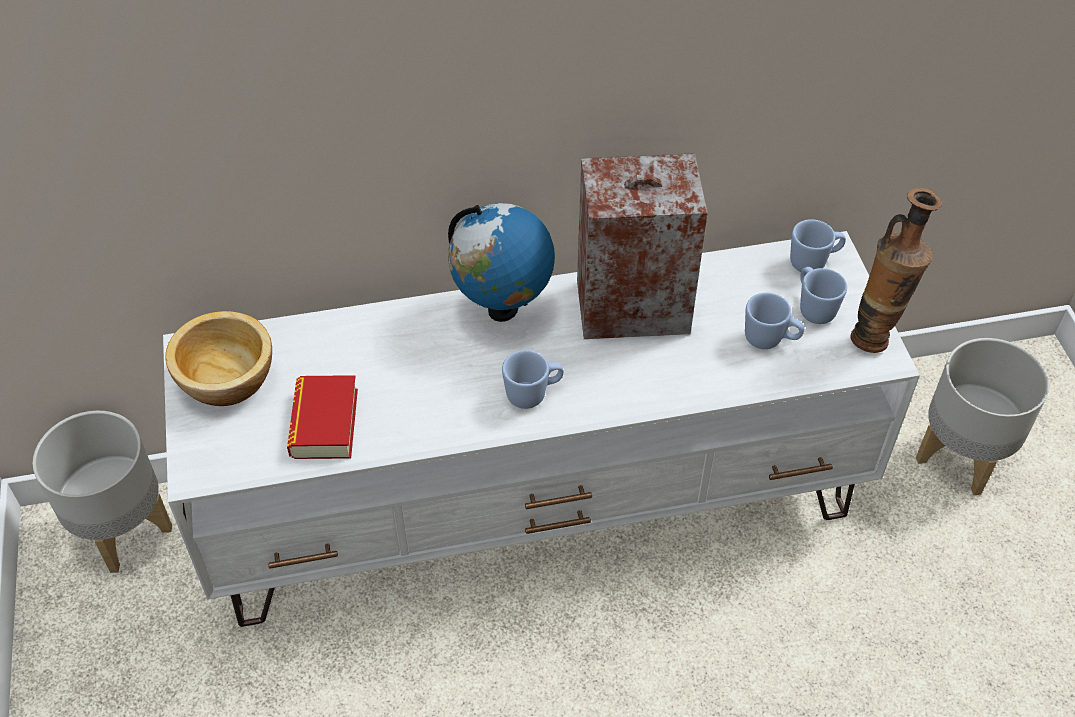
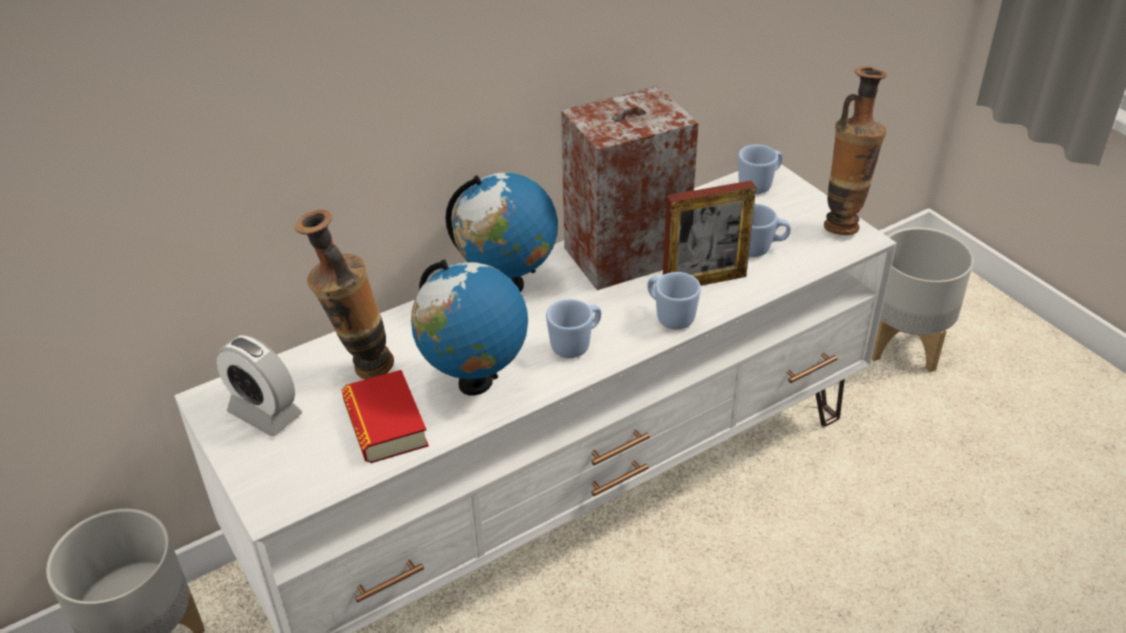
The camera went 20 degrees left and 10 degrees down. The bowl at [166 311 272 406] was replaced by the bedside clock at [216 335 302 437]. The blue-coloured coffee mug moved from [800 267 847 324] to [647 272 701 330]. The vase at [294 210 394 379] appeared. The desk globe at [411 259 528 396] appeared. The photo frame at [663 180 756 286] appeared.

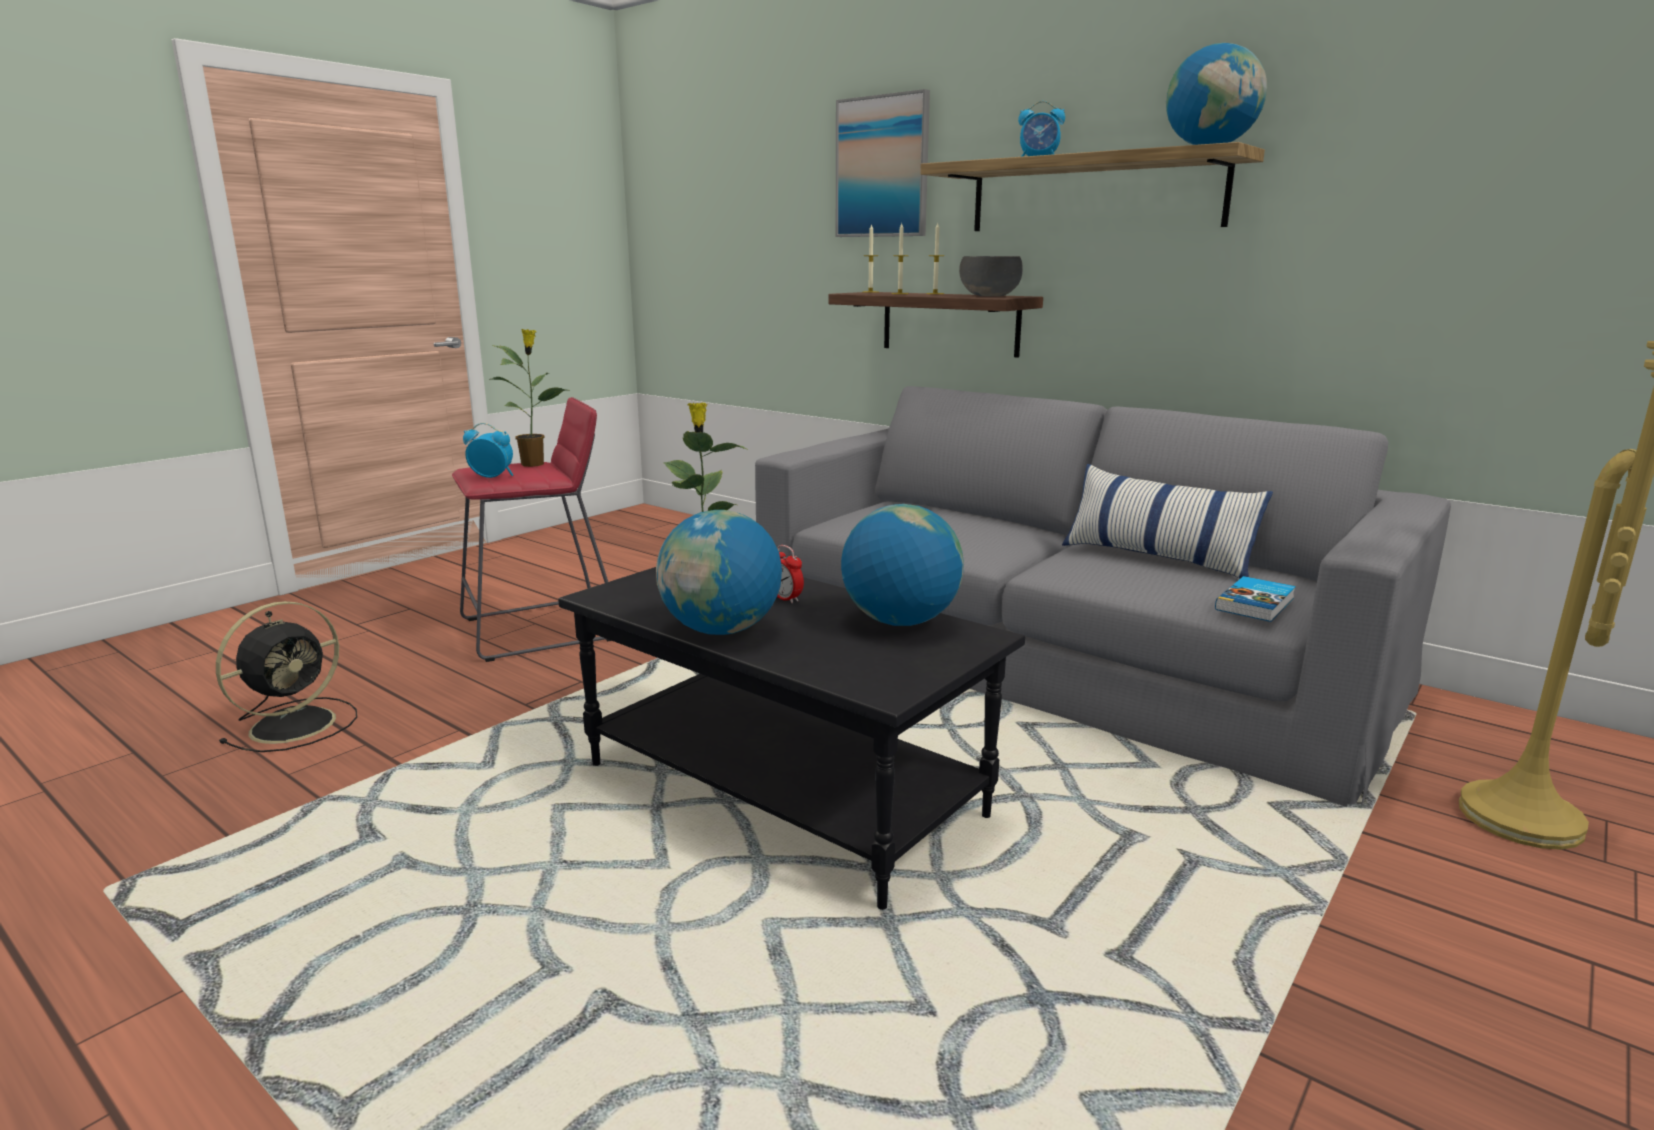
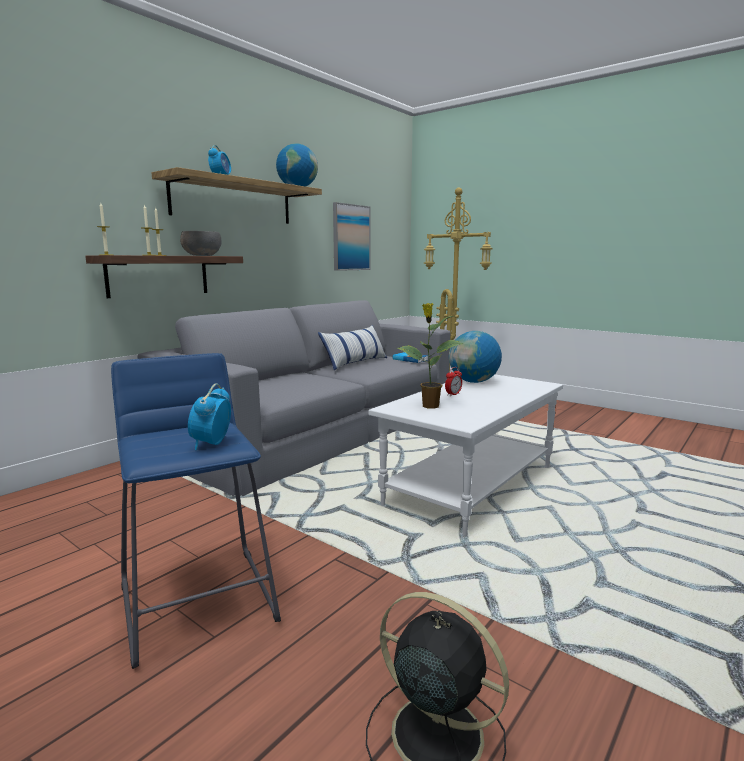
The camera went 90 degrees left and 5 degrees down. The red-coloured stool at [452 397 611 662] became the blue-coloured stool at [111 353 281 669]. The potted plant at [490 329 568 467] disappeared. The black-coloured low table at [558 567 1025 910] became the white-coloured low table at [368 374 563 536]. The desk globe at [656 510 782 635] disappeared. The wall art moved from [836 89 930 237] to [333 202 371 271].

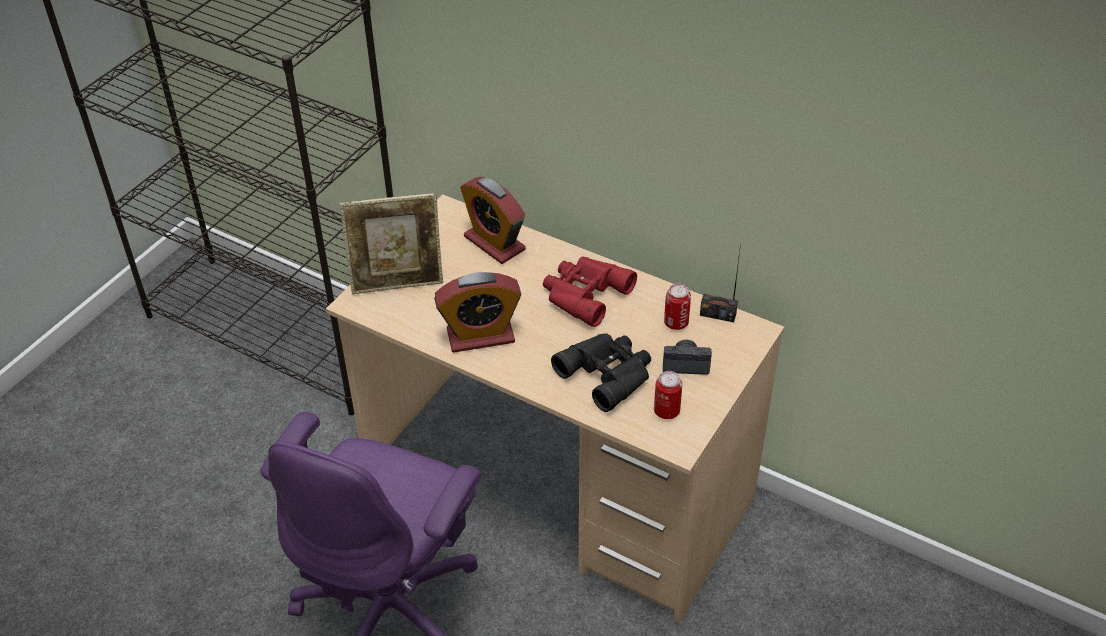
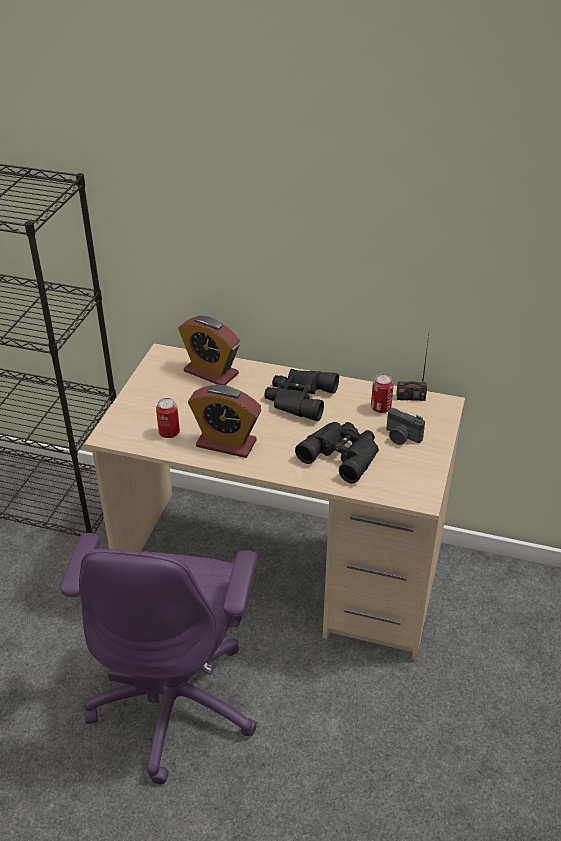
The camera went 15 degrees left and 5 degrees down. The photo frame at [340 193 443 294] disappeared. The bedside clock at [434 272 522 353] turned 45 degrees clockwise. The red-coloured binoculars at [543 257 637 327] became the black-coloured binoculars at [264 369 339 421]. The can moved from [654 371 682 419] to [156 398 180 438]. The still camera at [663 339 712 375] turned 135 degrees counterclockwise.

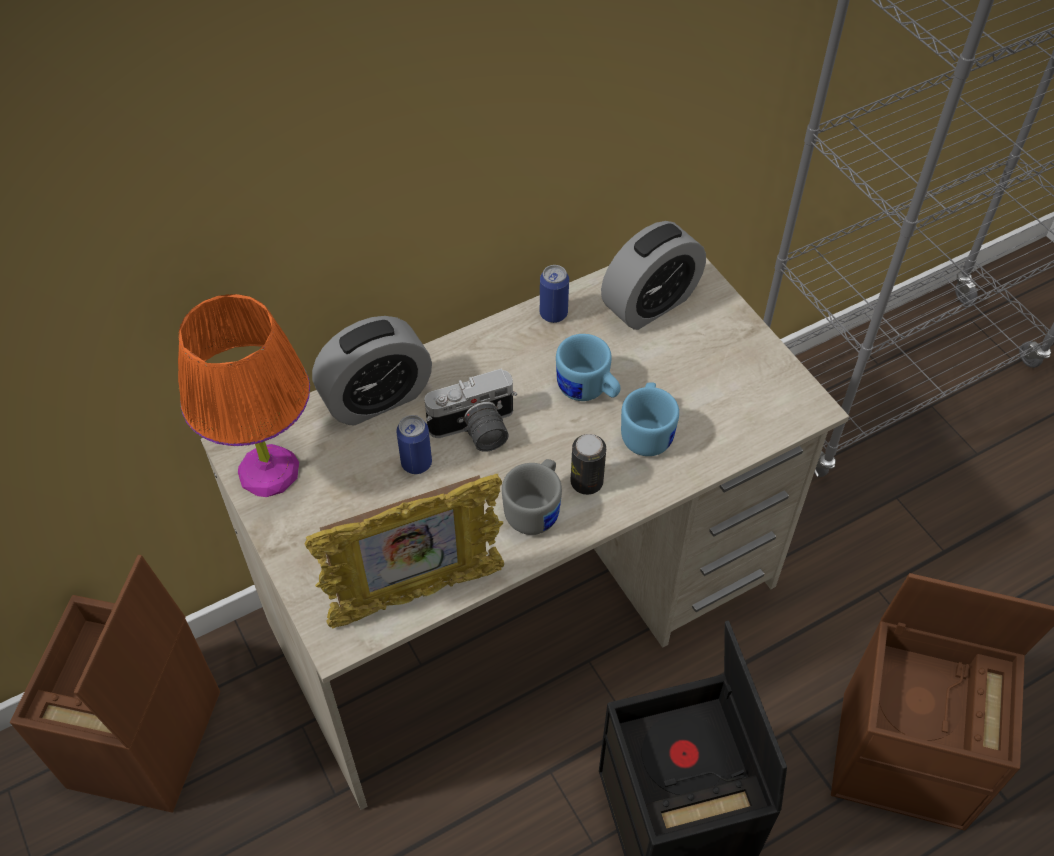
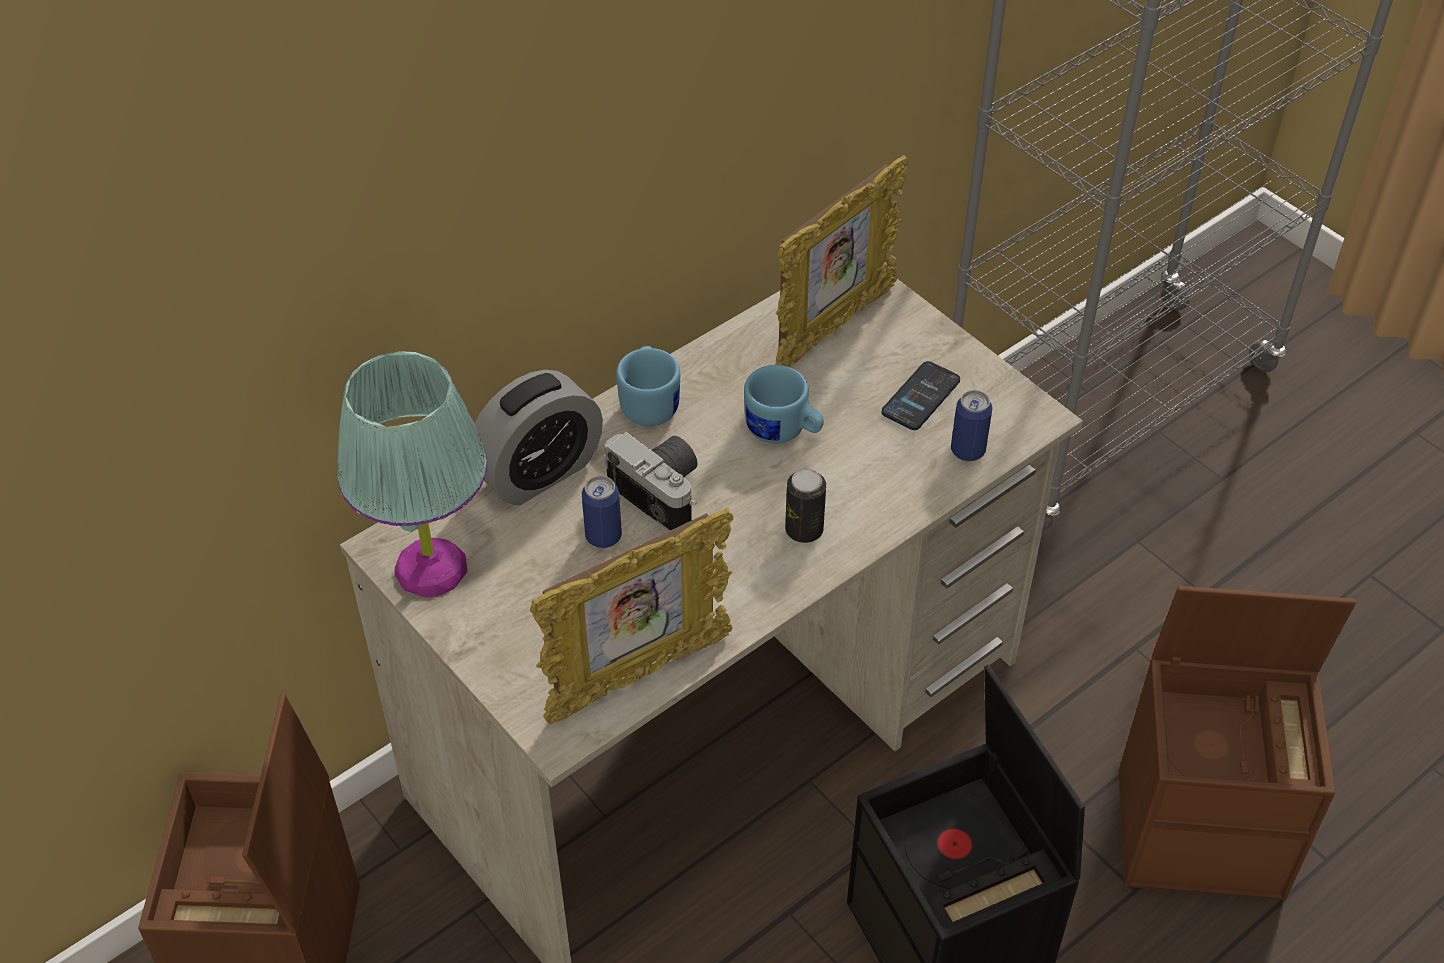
The camera went 10 degrees left and 5 degrees down. The orange table lamp at [178 294 310 497] became the turquoise table lamp at [337 351 487 597]. The still camera at [424 368 517 452] turned 105 degrees counterclockwise. The gray coffee mug at [502 459 562 535] disappeared. The can moved from [540 265 569 323] to [951 390 992 462]. The bedside clock at [601 221 706 330] was replaced by the photo frame at [775 155 908 368]. The blue-coloured coffee mug moved from [621 382 679 456] to [616 346 680 426]. The phone at [882 361 960 430] appeared.

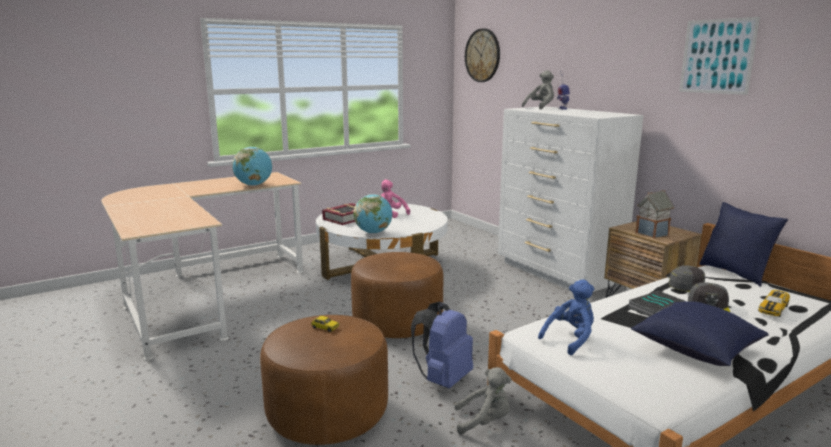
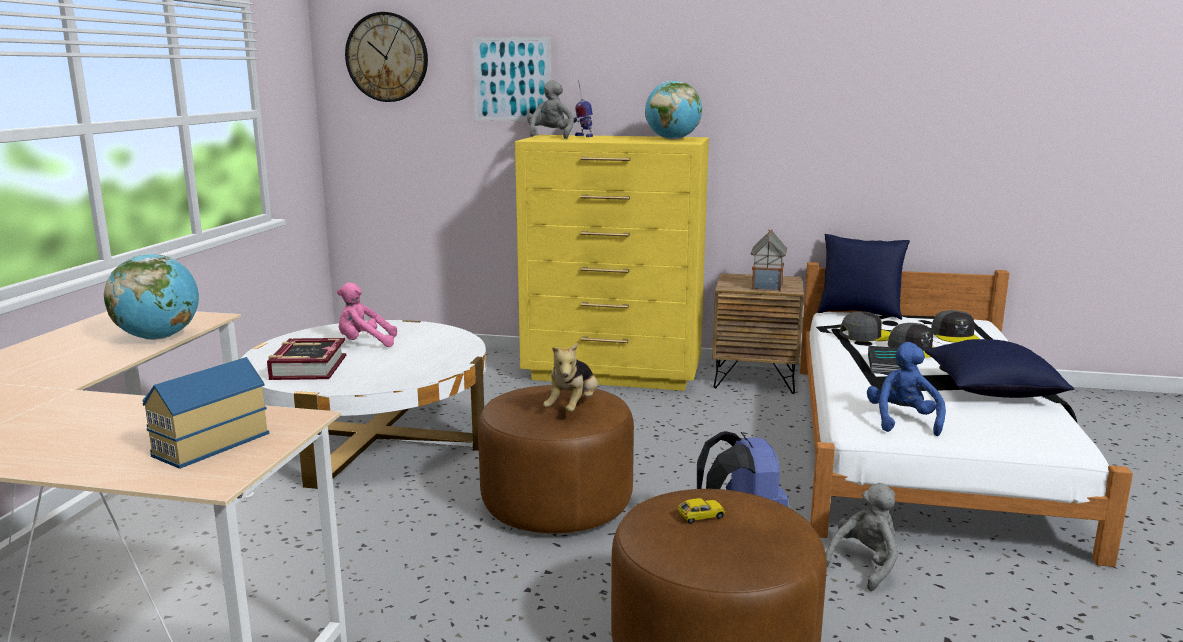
The camera went 45 degrees left and 0 degrees up. The desk globe moved from [354 194 392 234] to [645 81 702 140]. The white-coloured chest of drawers at [498 106 644 292] became the yellow chest of drawers at [515 135 709 391]. The wall art moved from [679 17 760 95] to [472 37 551 121]. The miniature car at [758 290 790 317] was replaced by the gray baseball cap at [931 310 980 343]. The model house at [143 357 269 469] appeared. The soft toy at [543 342 598 412] appeared.

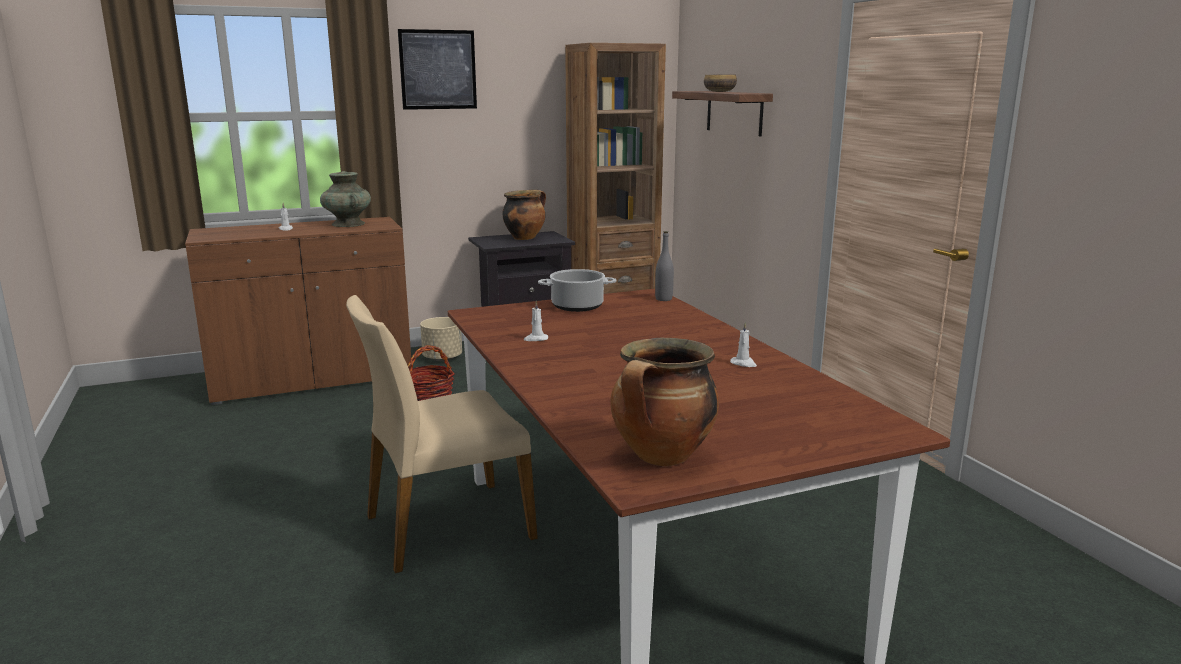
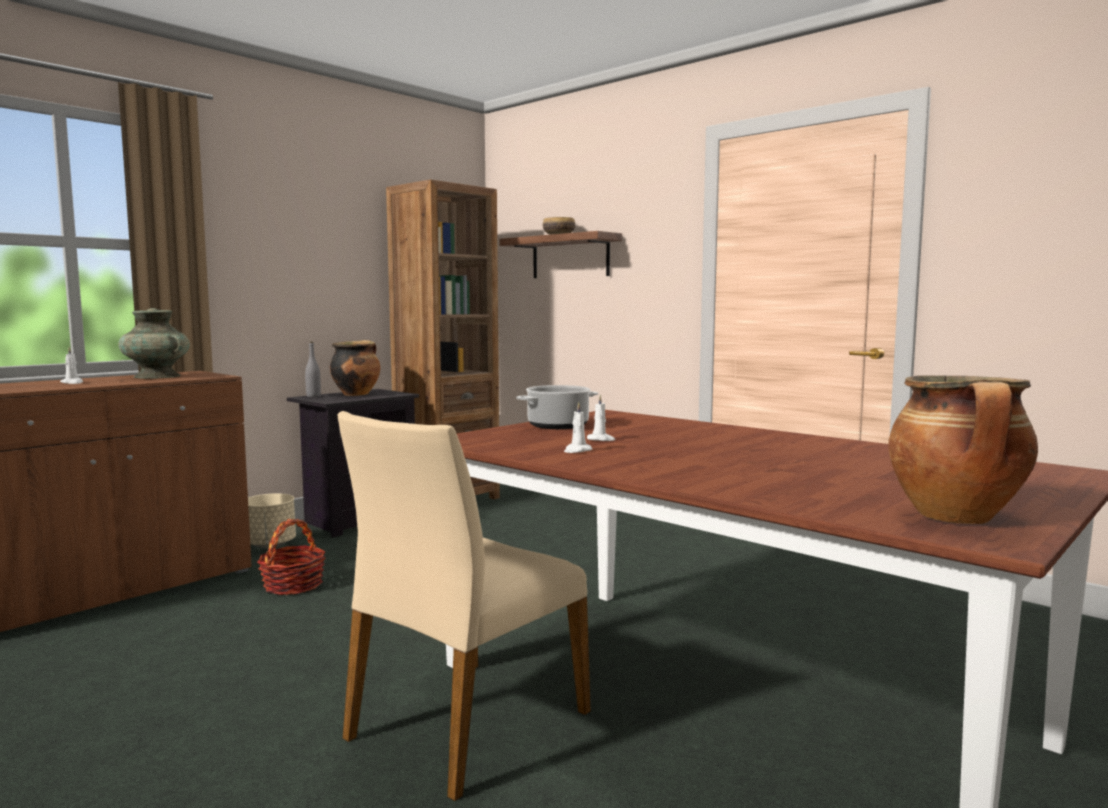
The camera went 25 degrees left and 10 degrees down. The wall art at [398 29 477 110] disappeared. The gray bottle moved from [655 231 674 301] to [305 342 321 397]. The white-coloured wax light moved from [730 322 757 367] to [587 394 615 441].

